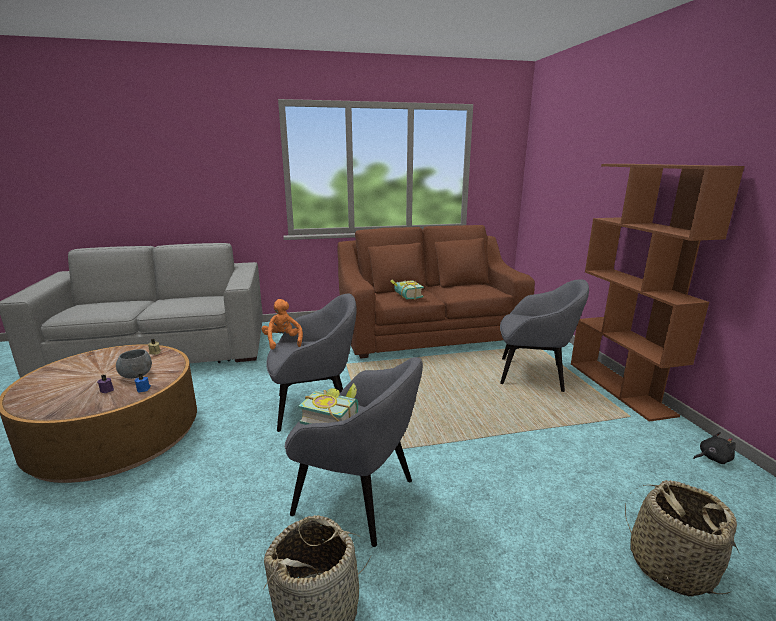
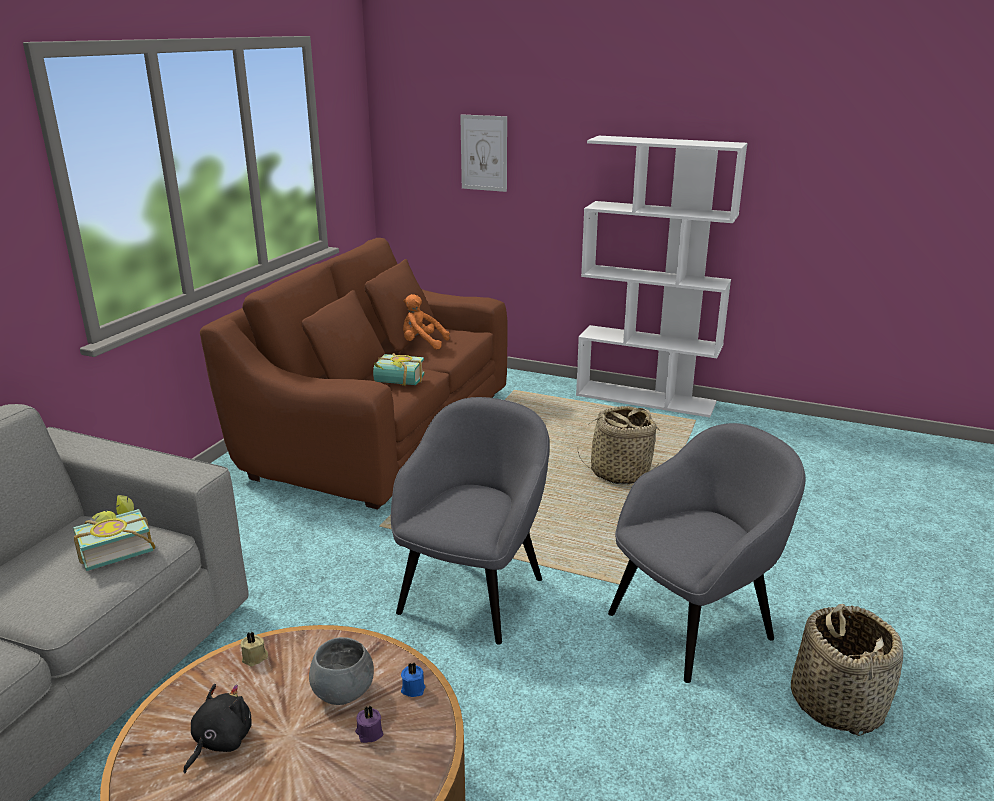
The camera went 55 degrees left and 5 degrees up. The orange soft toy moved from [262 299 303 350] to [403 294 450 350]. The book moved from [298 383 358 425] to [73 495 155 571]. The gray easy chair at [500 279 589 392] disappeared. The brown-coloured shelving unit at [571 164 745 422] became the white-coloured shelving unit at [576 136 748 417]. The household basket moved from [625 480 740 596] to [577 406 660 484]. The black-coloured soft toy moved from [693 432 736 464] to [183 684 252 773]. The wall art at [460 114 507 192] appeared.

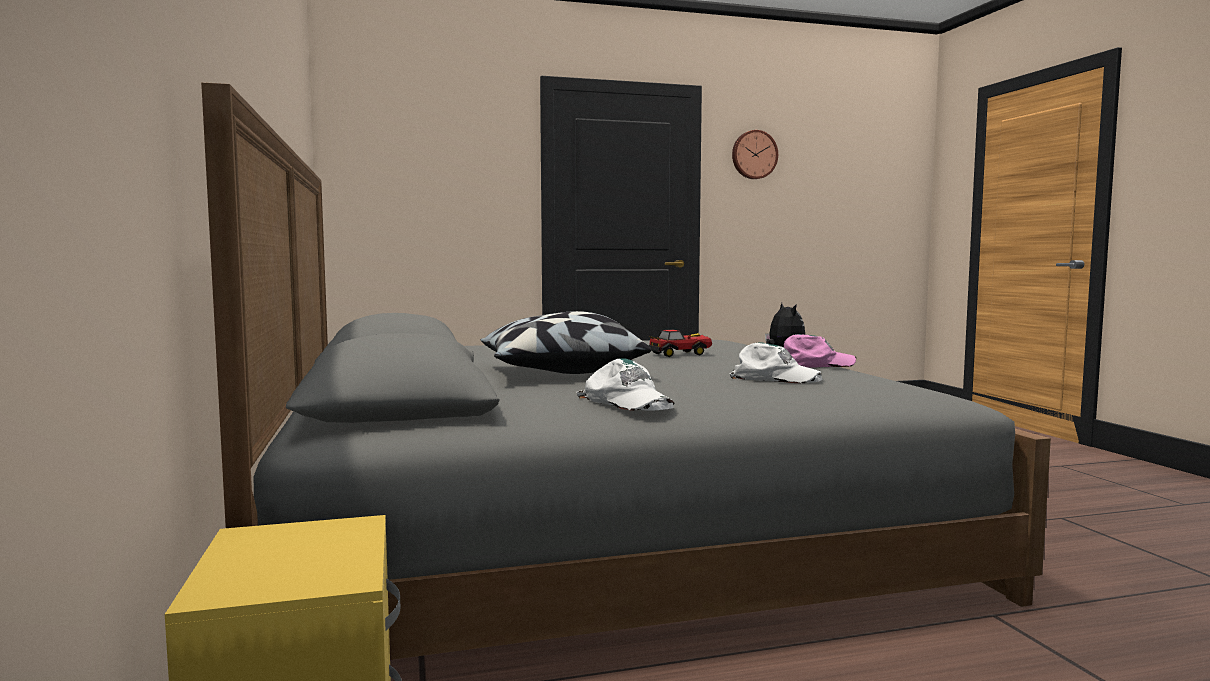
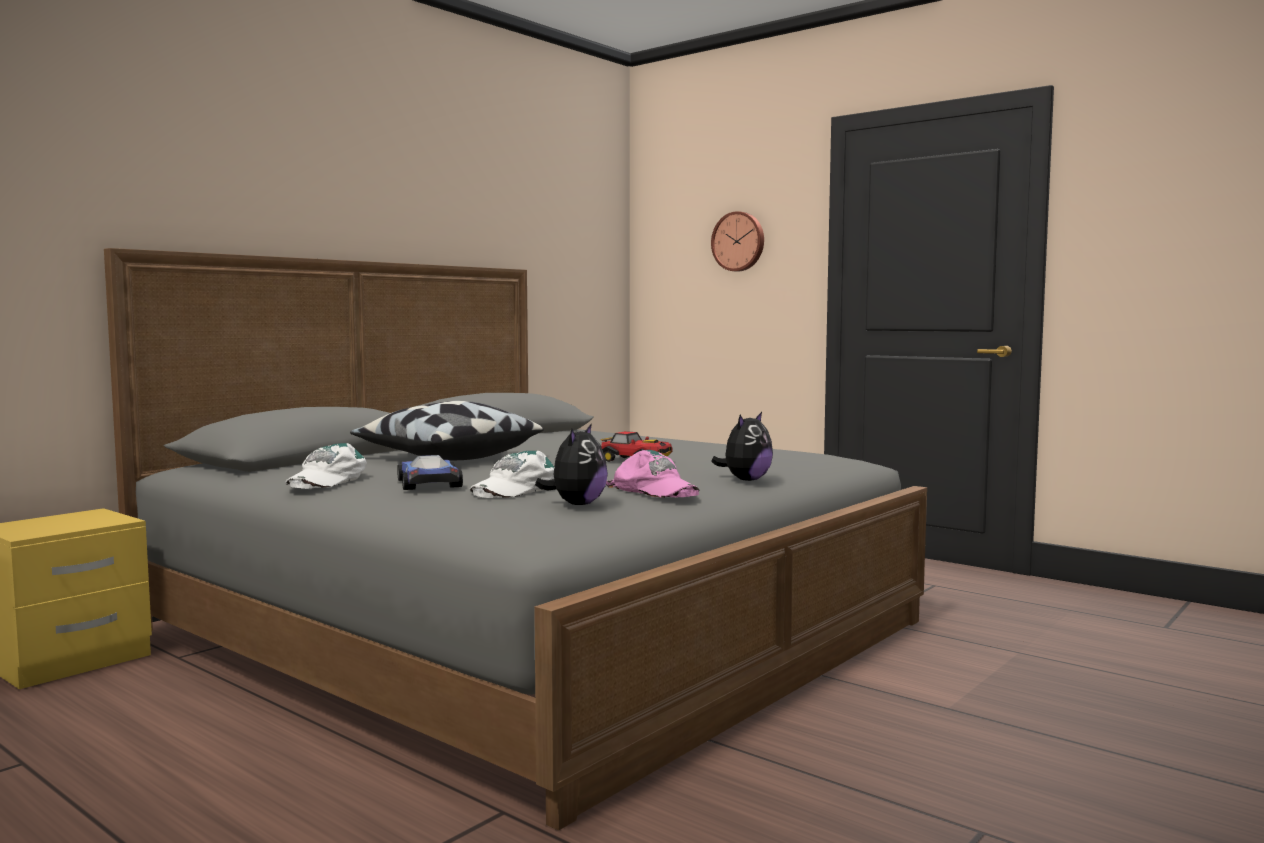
The camera went 55 degrees right and 0 degrees up. The white-coloured baseball cap at [730 342 823 383] turned 45 degrees clockwise. The wall clock moved from [732 130 778 179] to [711 211 764 272]. The miniature car at [397 455 463 490] appeared. The soft toy at [535 423 608 505] appeared.

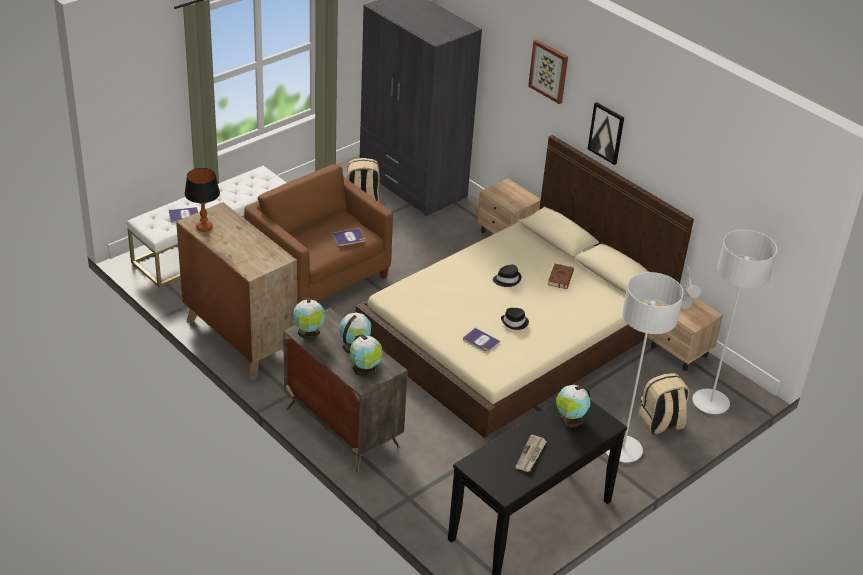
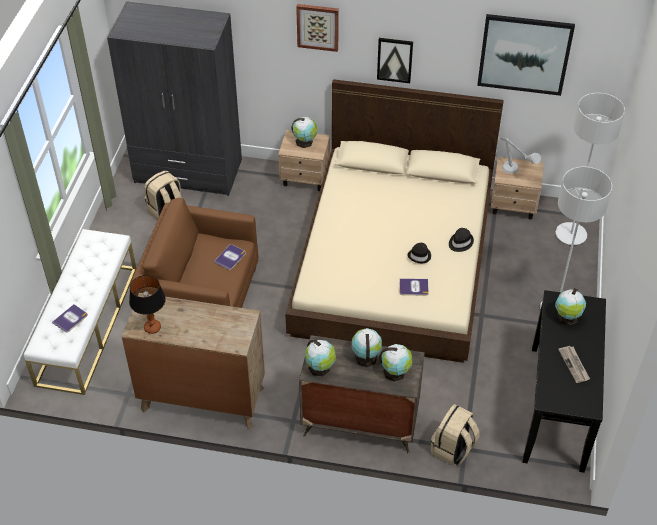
The camera went 35 degrees left and 10 degrees up. The black-coloured clothing hat moved from [493 265 521 287] to [449 228 474 252]. The brown-coloured book at [548 264 574 289] disappeared. The beige knapsack moved from [638 373 690 434] to [431 404 480 465]. The desk globe at [291 117 317 148] appeared. The wall art at [477 14 575 96] appeared.

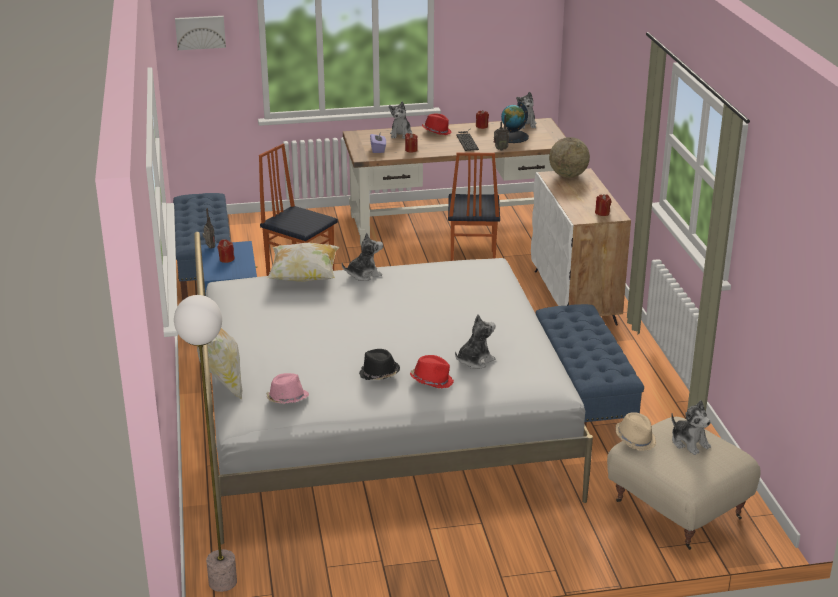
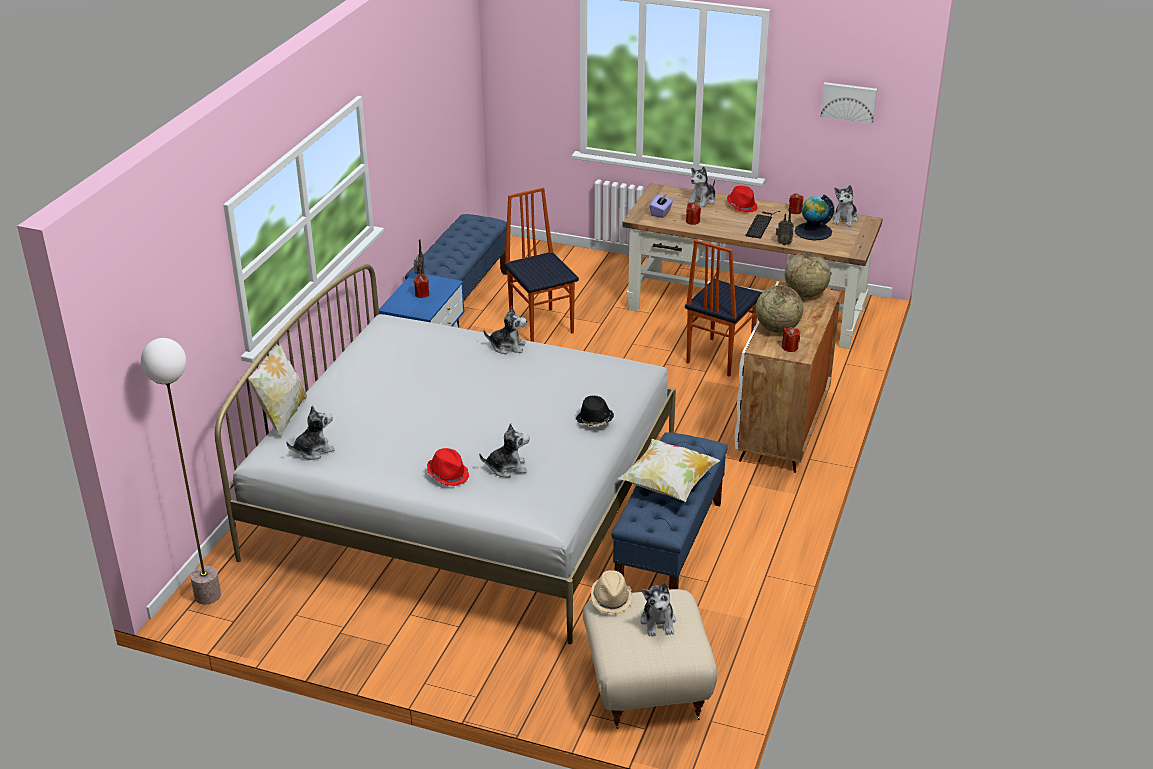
The camera went 30 degrees right and 5 degrees up. The wall art moved from [175 16 226 50] to [821 82 877 123]. The pink clothing hat at [266 373 309 404] was replaced by the soft toy at [286 405 335 460]. The pillow moved from [267 243 339 282] to [618 439 720 502]. The black-coloured clothing hat moved from [359 349 400 380] to [576 396 614 426]. The desk globe at [756 285 803 333] appeared.

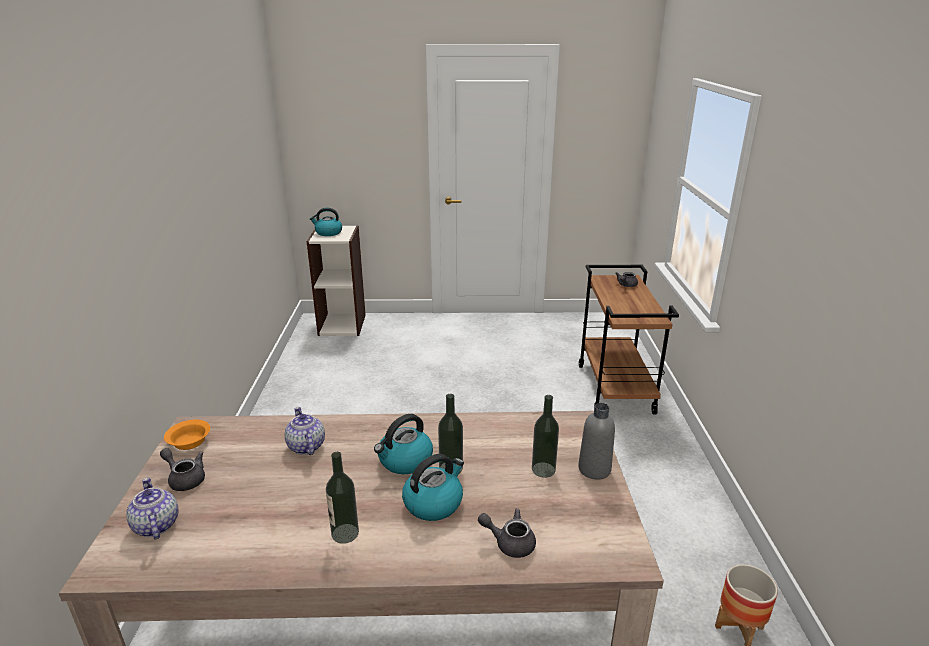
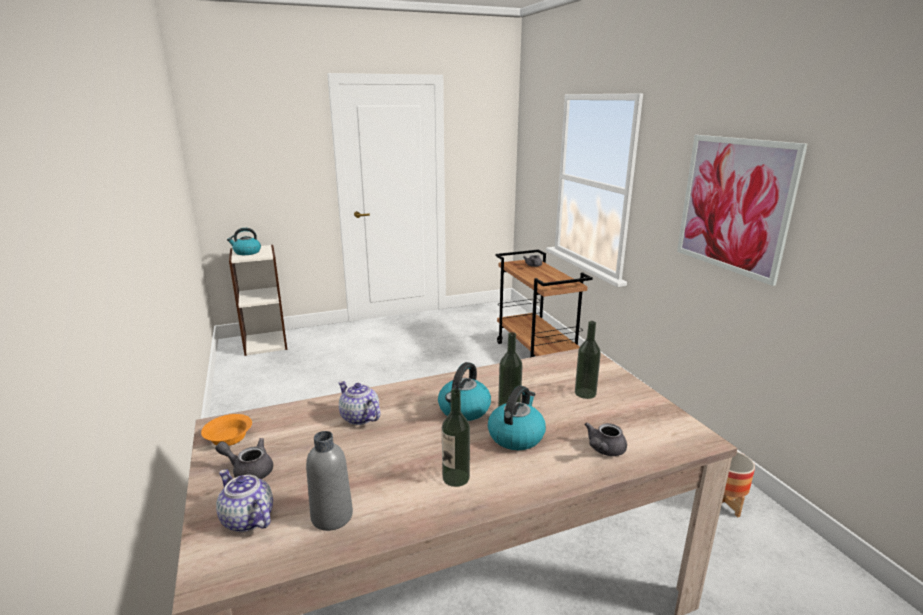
The camera went 20 degrees left and 5 degrees down. The gray teapot at [478 508 536 558] turned 45 degrees counterclockwise. The gray bottle moved from [578 403 615 480] to [306 431 353 531]. The wall art at [677 135 808 286] appeared.

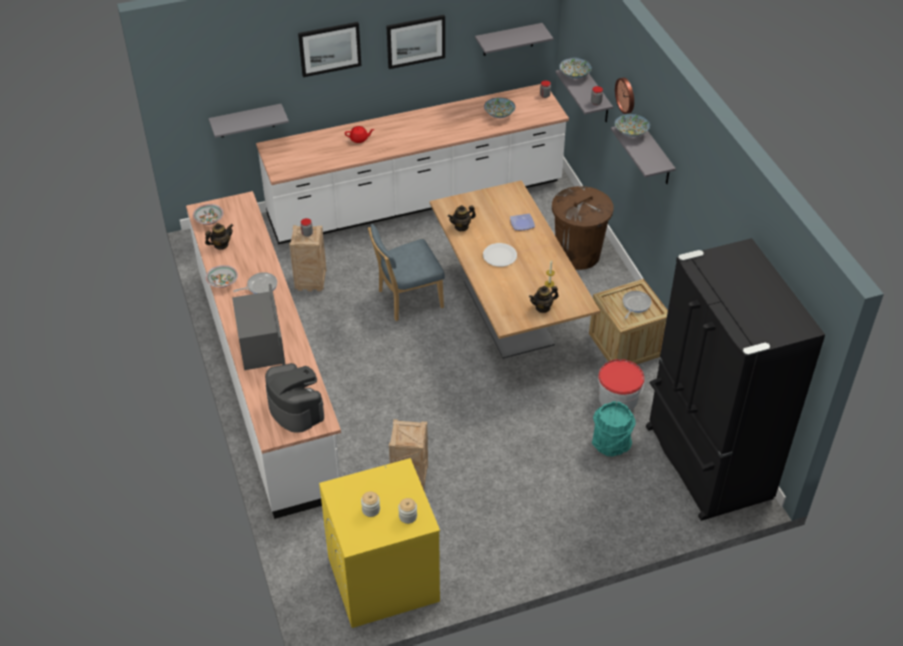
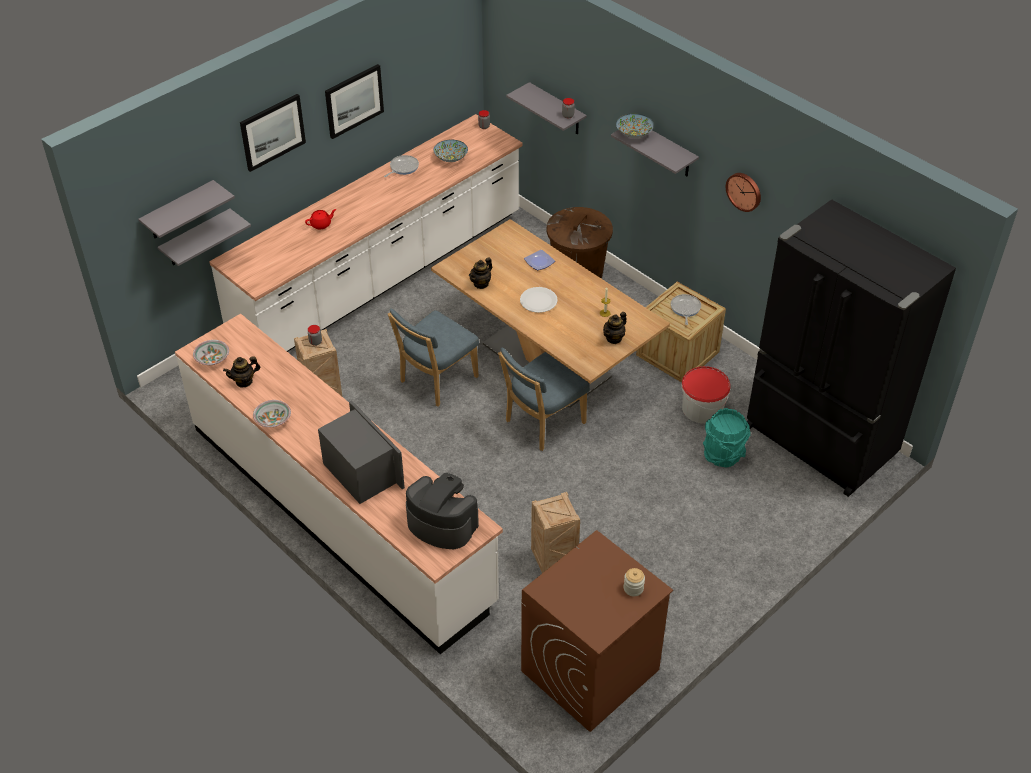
The camera went 25 degrees left and 0 degrees up. The teapot at [205 223 233 249] turned 150 degrees counterclockwise. The frying pan moved from [233 272 277 294] to [384 155 419 177]. The yellow laundry appliance at [319 458 440 628] became the brown-coloured laundry appliance at [521 530 673 732]. The preserve jar at [361 491 380 517] disappeared. The gray wall shelf moved from [475 23 553 56] to [138 180 235 238]. The bowl at [559 58 592 79] disappeared. The wall clock moved from [615 78 634 114] to [726 173 761 212]. The blue-coloured chair at [498 347 590 451] appeared.

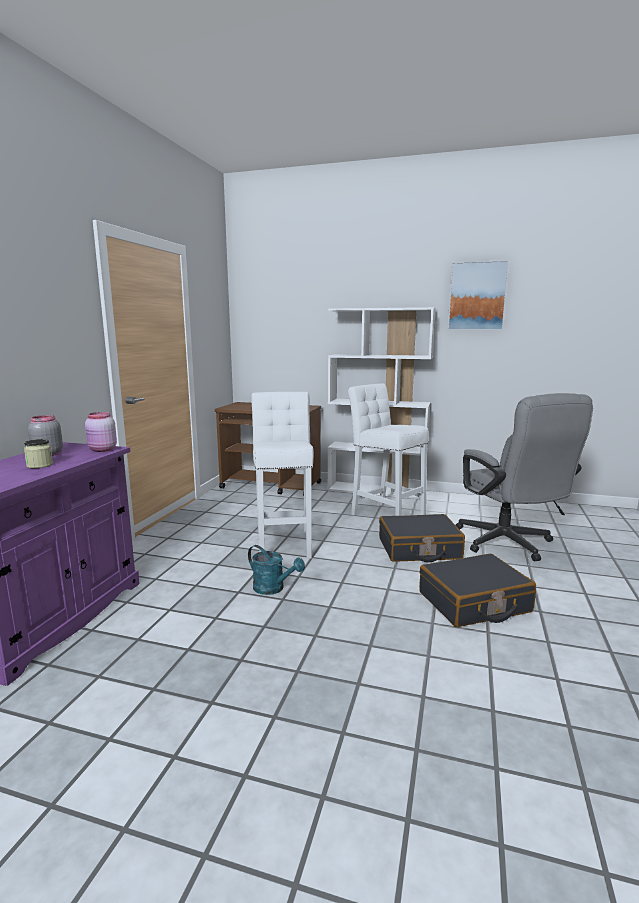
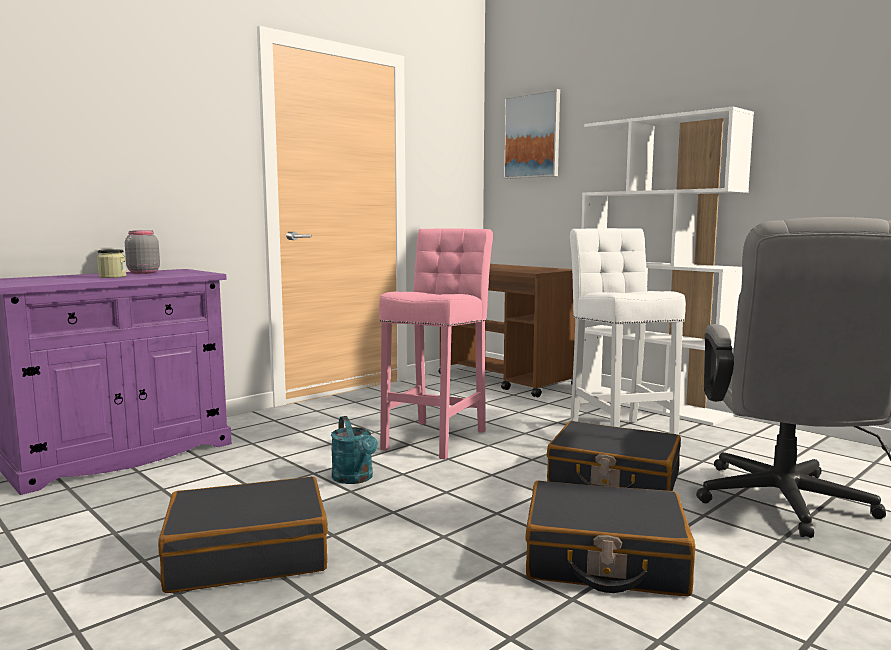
The camera went 30 degrees right and 5 degrees down. The pink preserve jar at [85 412 117 452] disappeared. The white-coloured stool at [251 392 314 559] became the pink stool at [379 229 493 460]. The wall art moved from [447 260 509 331] to [503 89 560 179]. The black-coloured piece of luggage at [158 476 328 593] appeared.

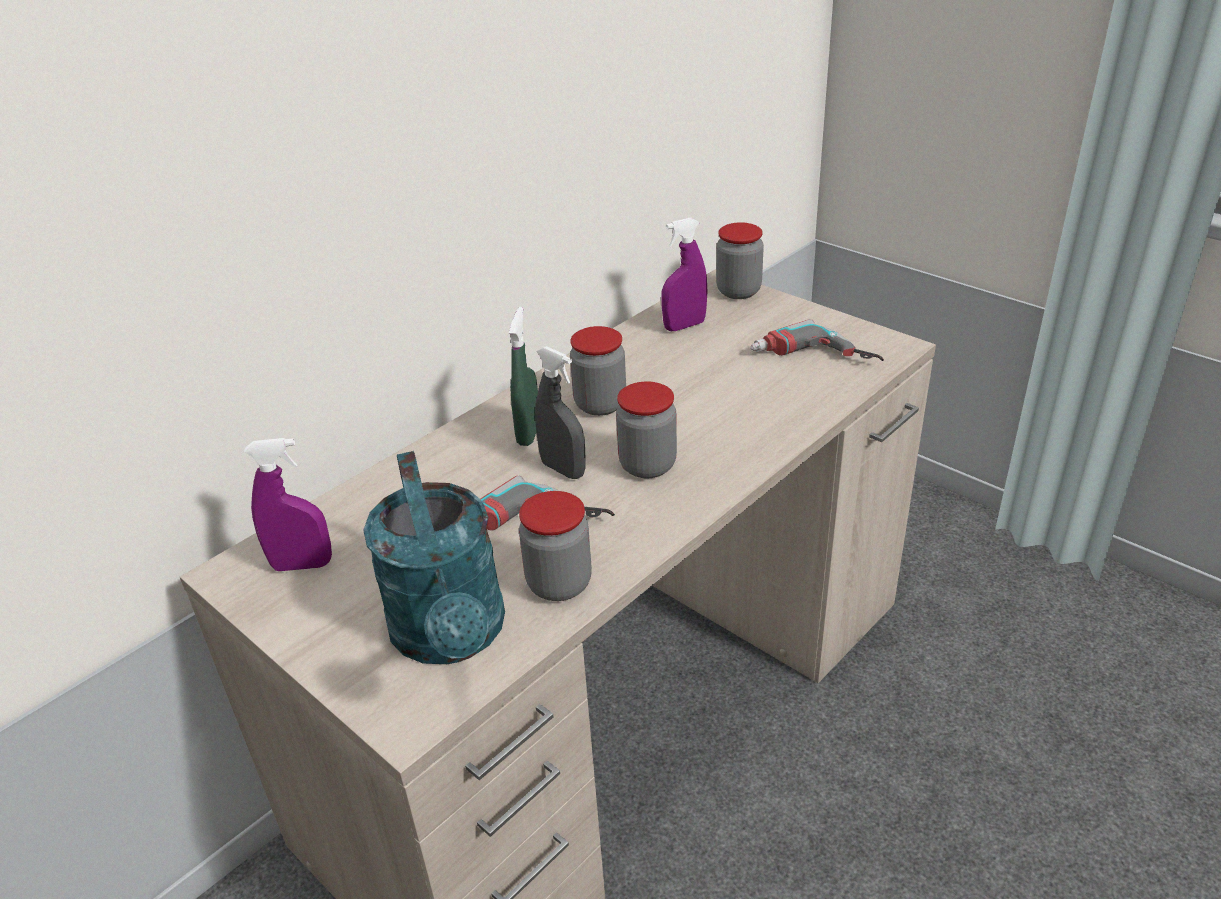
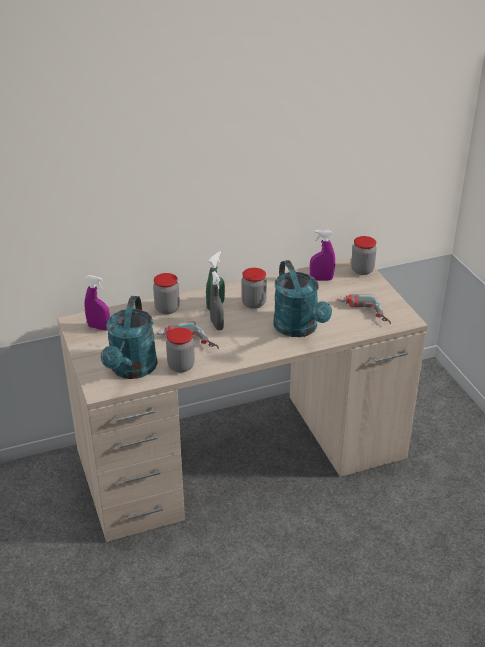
The camera went 25 degrees right and 0 degrees up. The preserve jar moved from [616 382 677 478] to [153 273 180 314]. The turquoise watering pot at [274 260 332 337] appeared.

